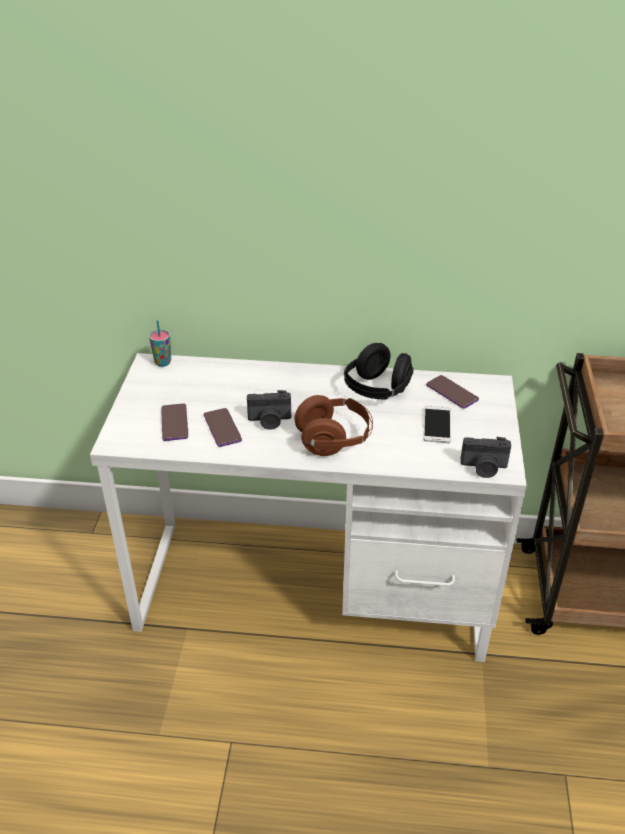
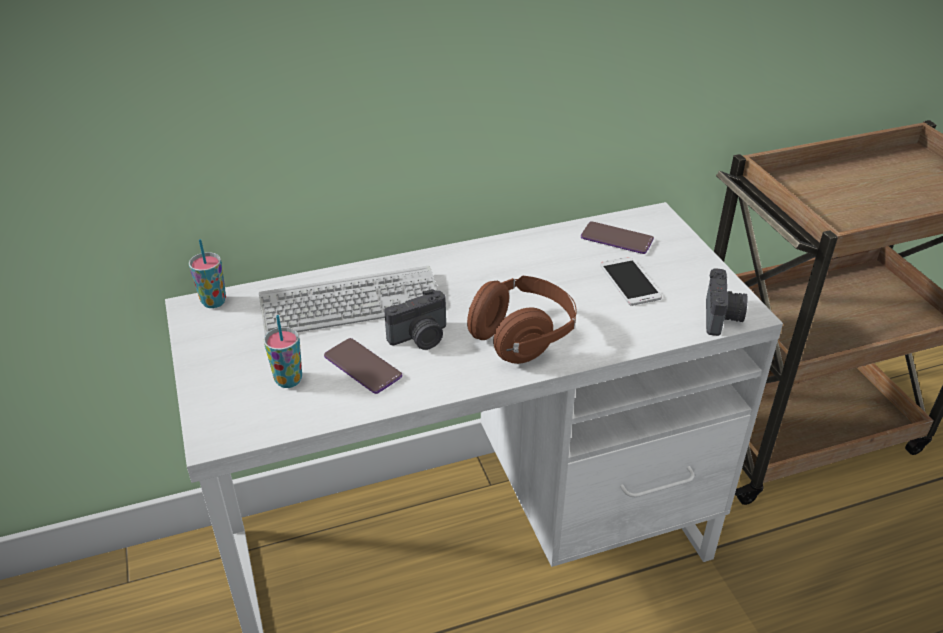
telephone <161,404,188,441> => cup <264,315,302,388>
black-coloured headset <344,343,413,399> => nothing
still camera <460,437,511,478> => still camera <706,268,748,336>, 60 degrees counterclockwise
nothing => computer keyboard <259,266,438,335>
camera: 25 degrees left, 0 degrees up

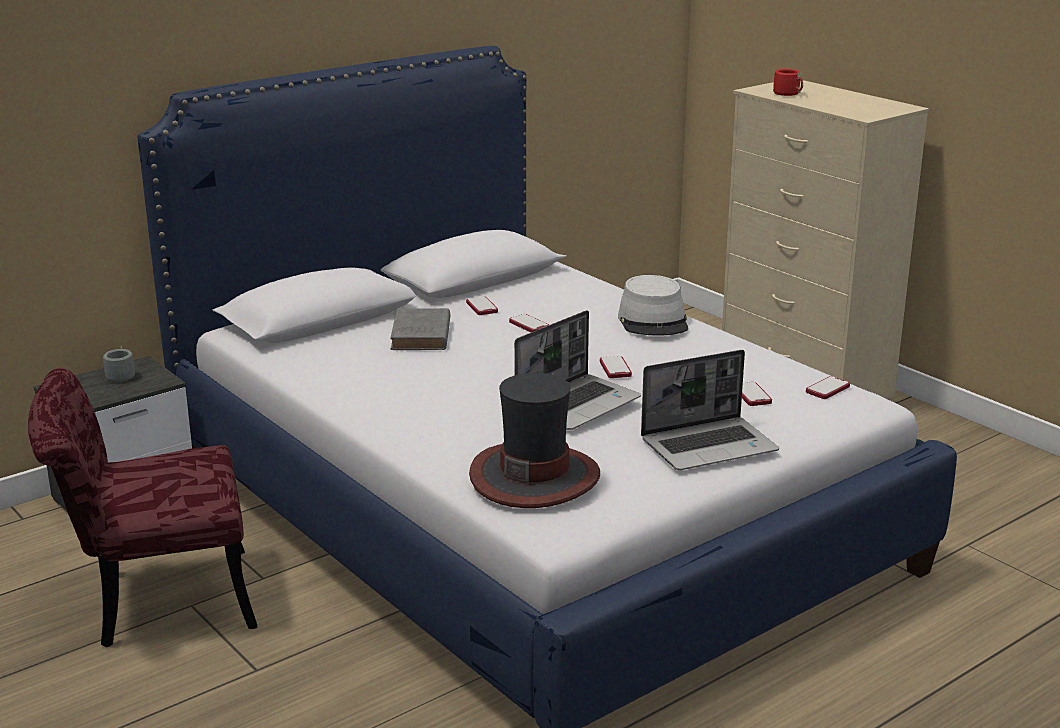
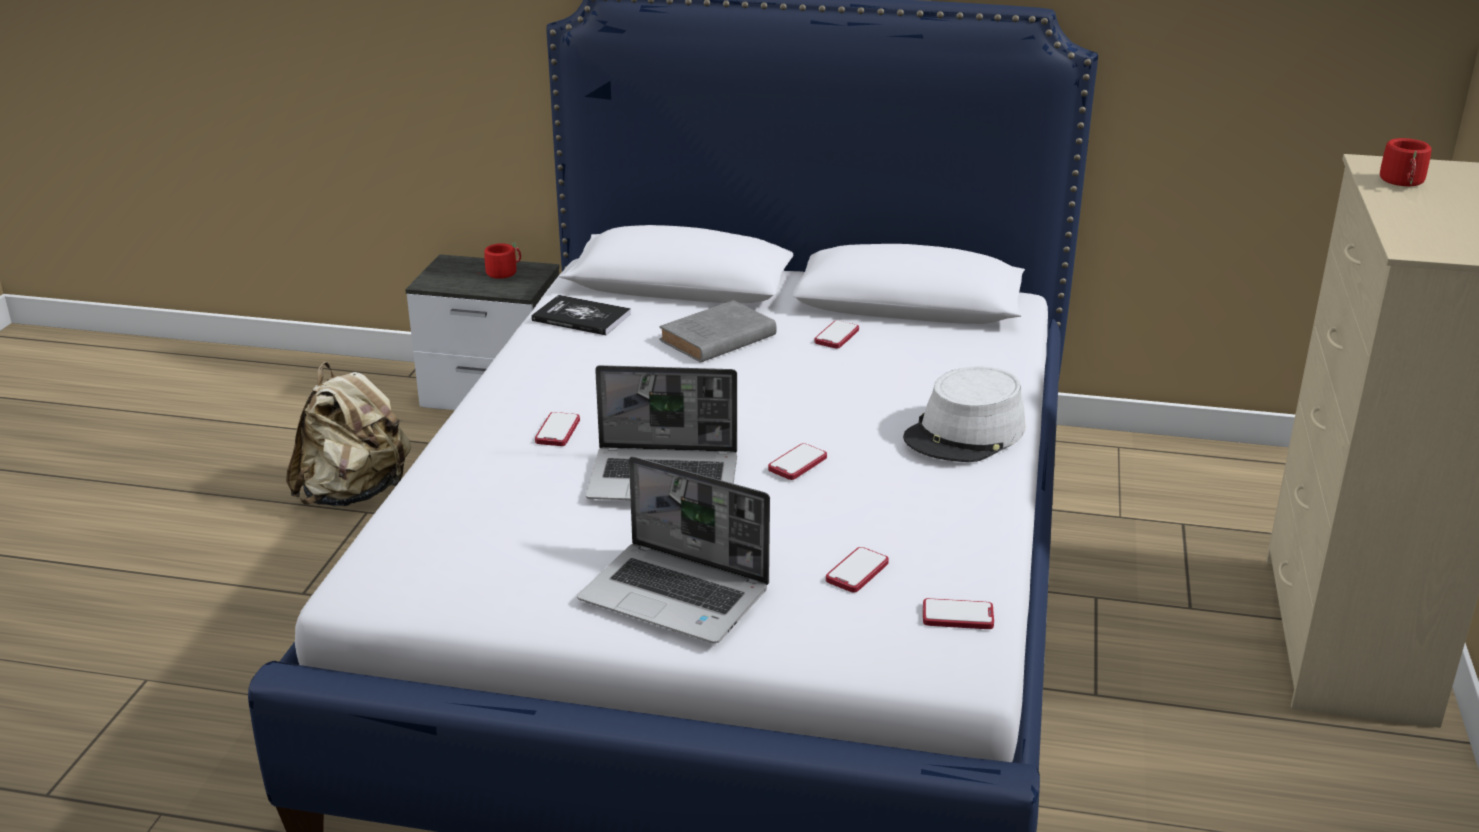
red upright chair <28,368,257,647> => beige knapsack <286,362,411,506>
greyish coffee mug <103,345,135,382> => red coffee mug <477,242,521,279>
wearable hat <469,373,600,508> => nothing
telephone <509,314,549,332> => telephone <535,412,580,446>, shifted
nothing => book <532,295,631,335>
camera: 50 degrees right, 5 degrees up

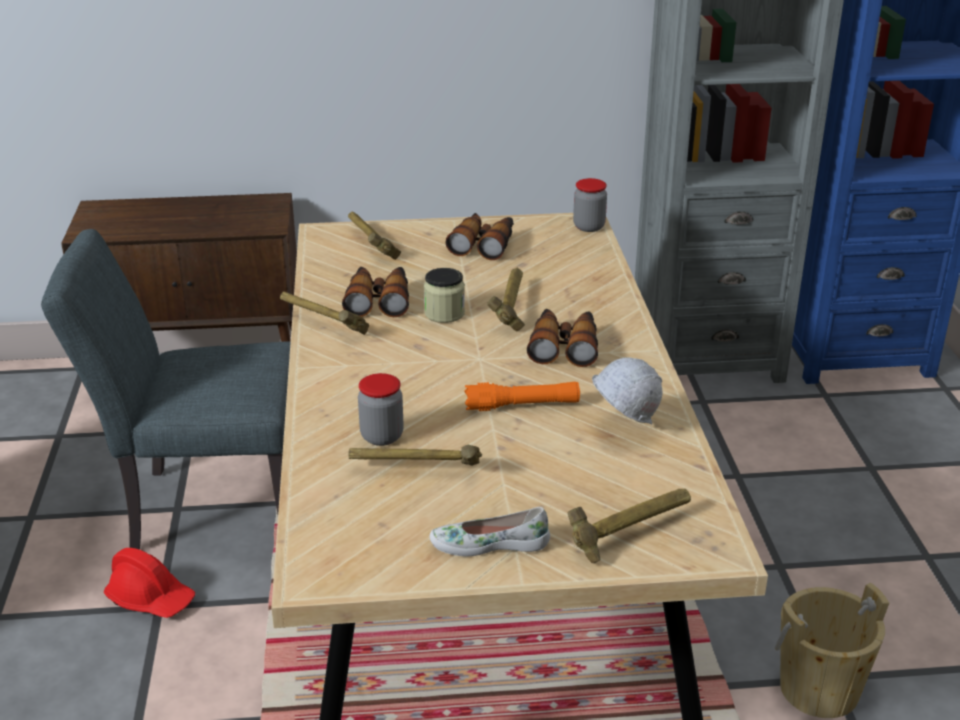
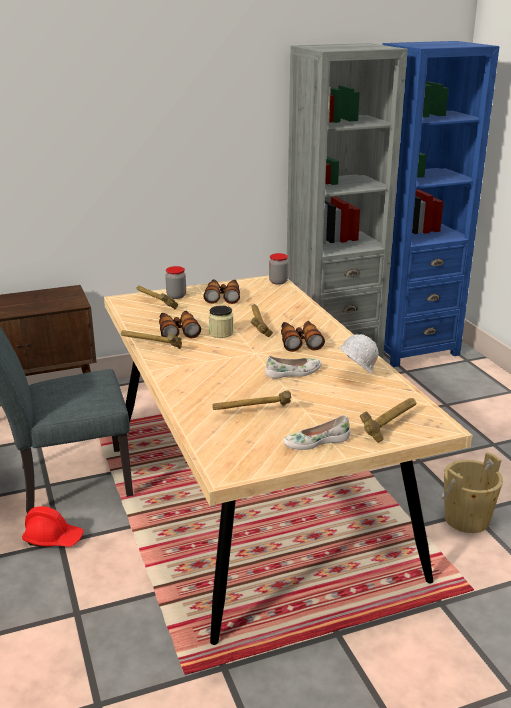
preserve jar <358,373,404,446> => preserve jar <165,266,186,299>, shifted
orange hand torch <465,382,580,411> => white low shoe <265,356,322,379>
camera: 15 degrees left, 5 degrees down

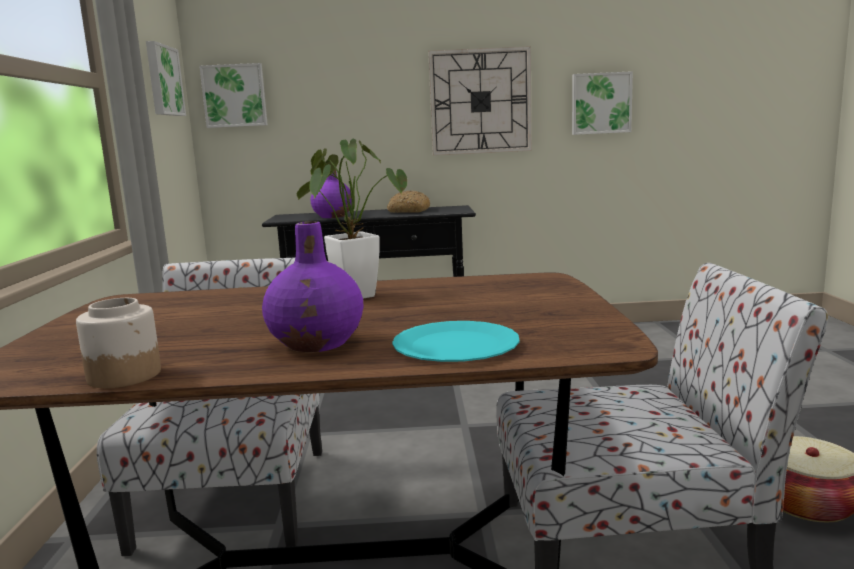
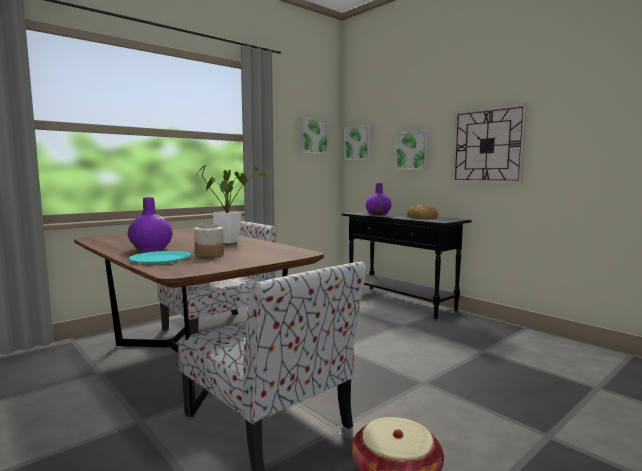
preserve jar <76,298,161,388> => preserve jar <194,223,224,257>, shifted
picture <572,71,633,135> => picture <395,131,429,170>, shifted
camera: 50 degrees right, 5 degrees down

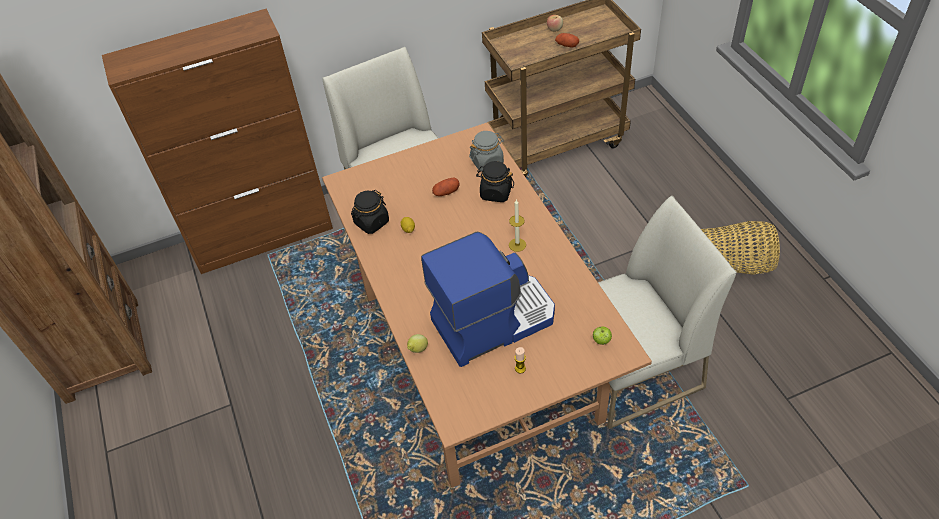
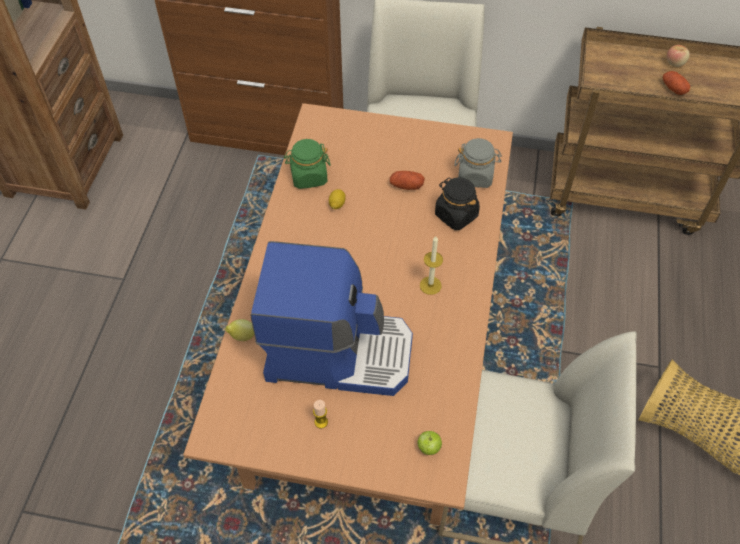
black-coloured preserve jar <351,190,389,234> => green preserve jar <284,139,331,189>
camera: 30 degrees right, 5 degrees up

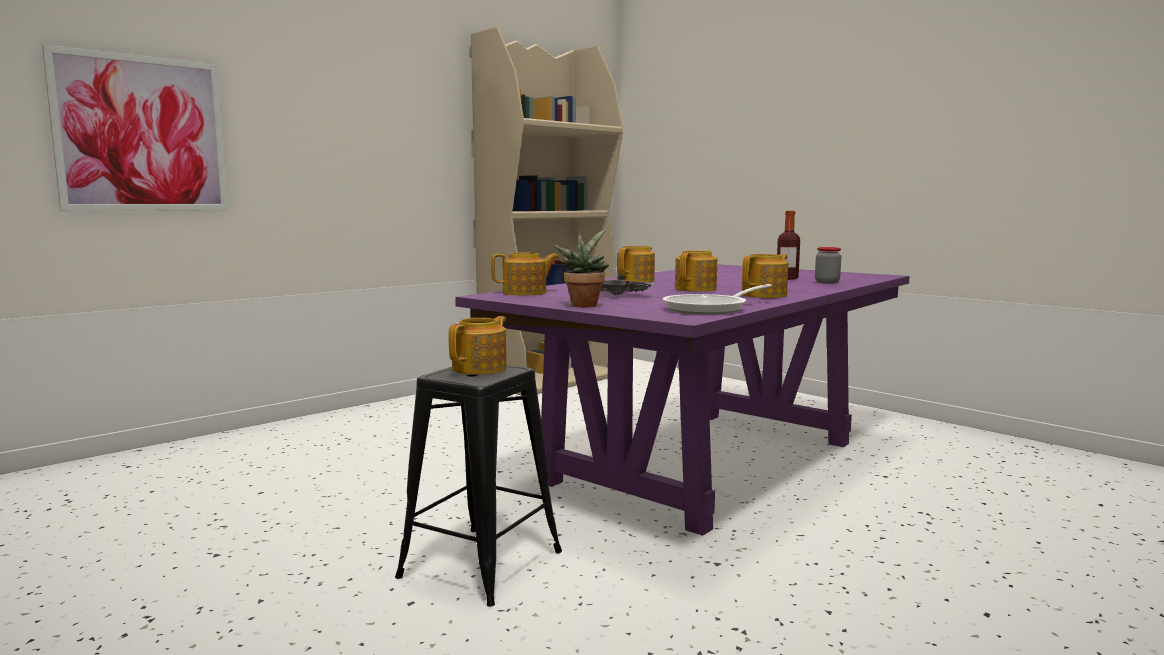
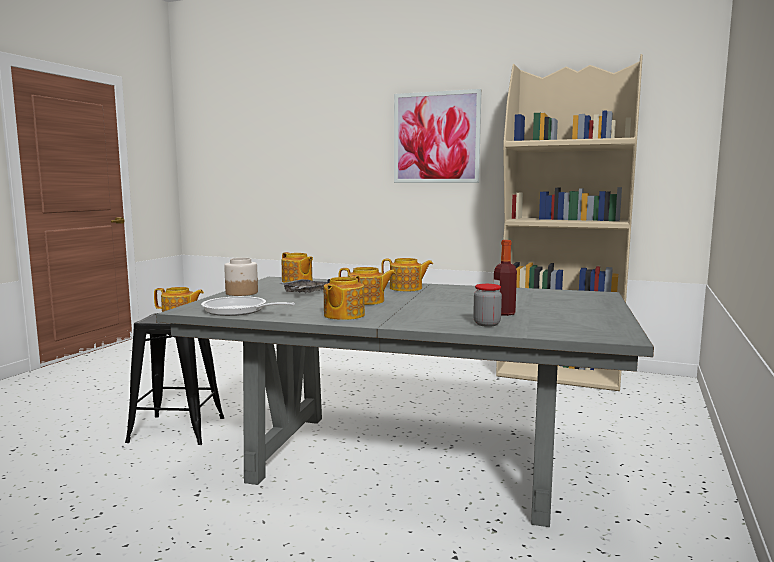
picture <42,45,228,211> => picture <394,89,481,183>, shifted
purplish dining table <455,265,910,536> => greyish dining table <156,277,654,527>
plant in a pot <553,229,609,307> => preserve jar <224,258,258,296>
tea pot <742,254,788,298> => tea pot <324,275,365,320>, 90 degrees clockwise
camera: 65 degrees right, 0 degrees up

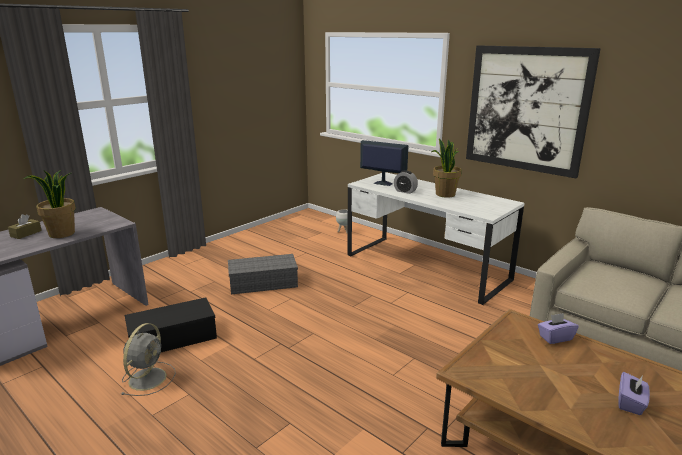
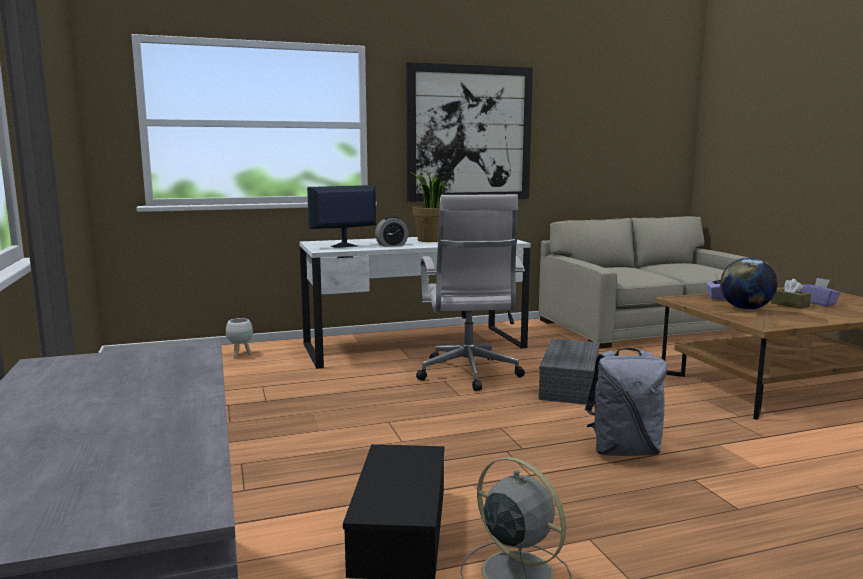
brown-coloured box of tissues <8,214,42,239> => brown-coloured box of tissues <771,279,811,309>, shifted
plant in a pot <24,170,76,238> => nothing
greyish storage box <228,254,298,295> => greyish storage box <539,339,600,405>, shifted
nothing => white desk chair <416,194,525,391>
nothing => greyish knapsack <585,348,667,456>
nothing => world globe <720,258,778,310>
camera: 60 degrees left, 10 degrees down

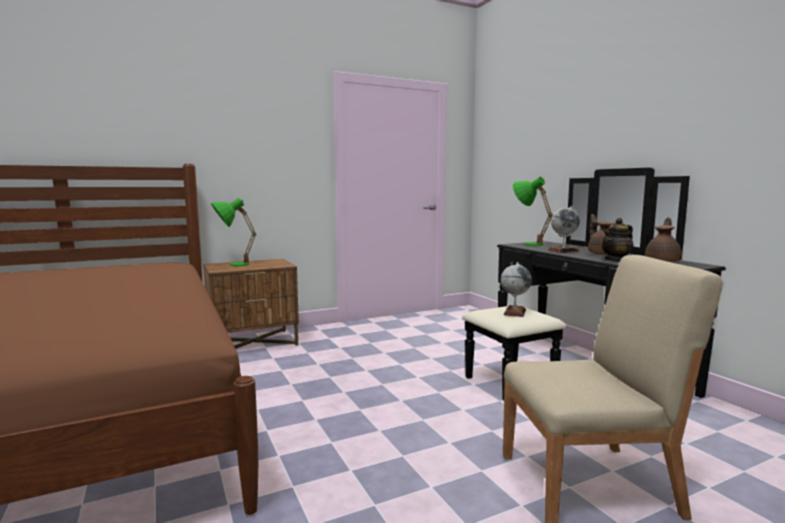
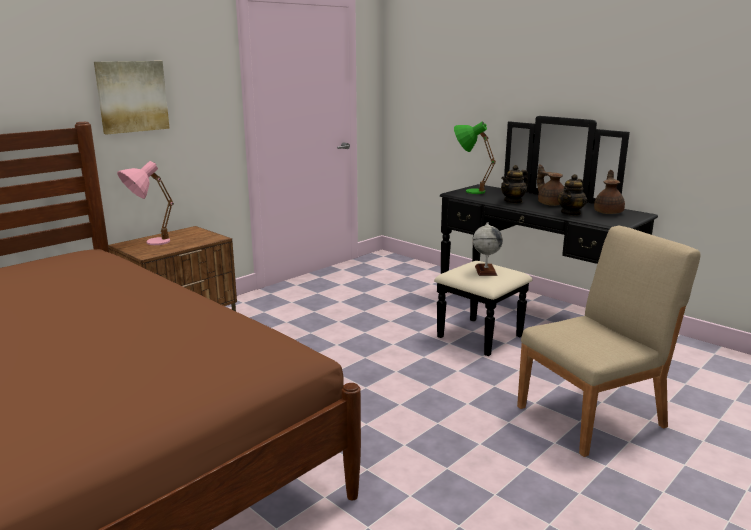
green table lamp <211,198,256,266> => pinkish table lamp <117,161,174,245>
world globe <548,206,580,253> => tea pot <501,165,528,204>
nothing => picture <94,61,170,135>
camera: 20 degrees left, 10 degrees up

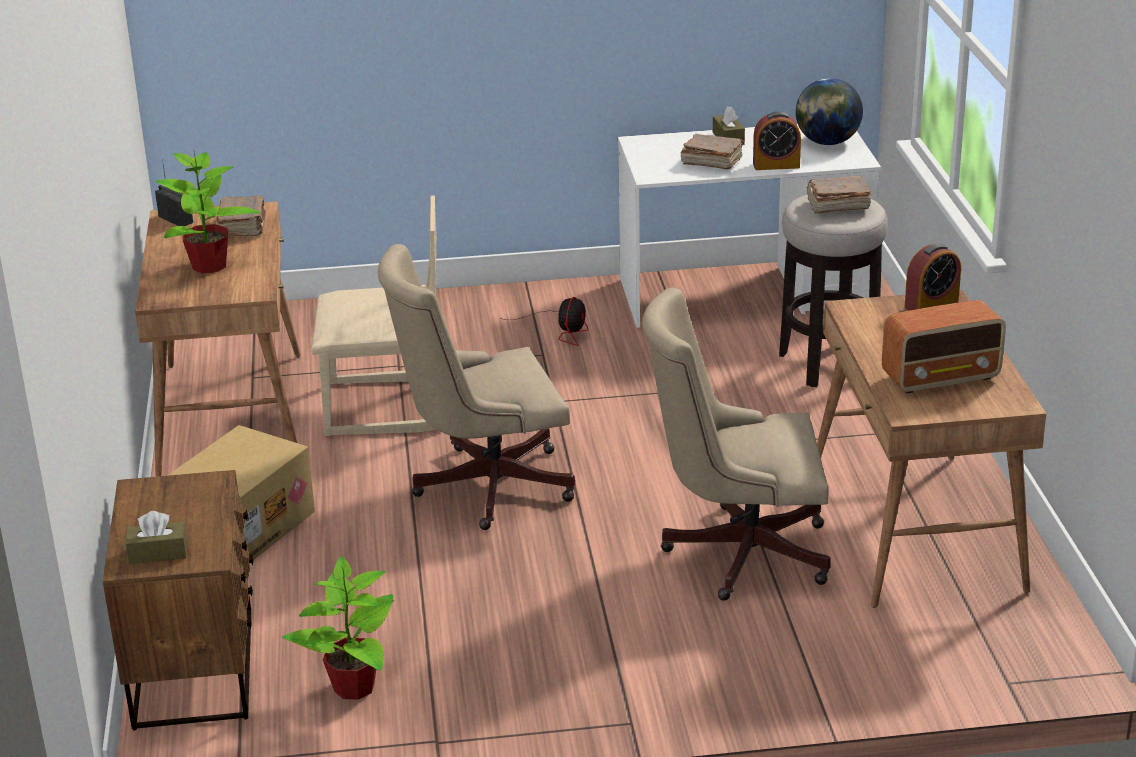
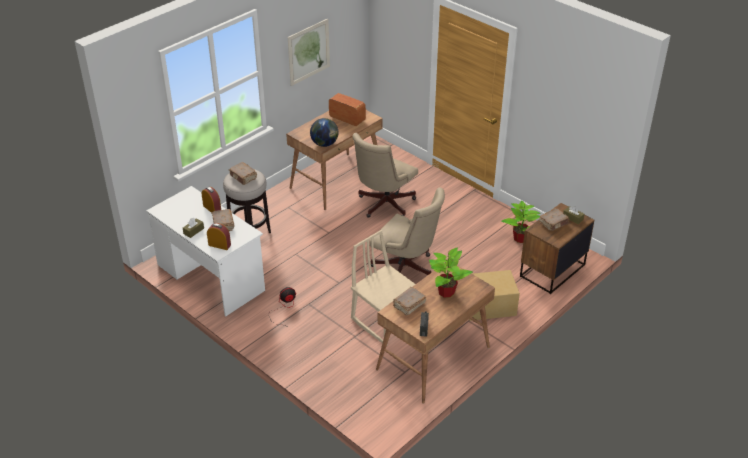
beige desk chair <642,287,831,601> => beige desk chair <352,133,418,218>, 75 degrees clockwise
world globe <796,78,863,145> => world globe <310,118,339,147>, shifted
alarm clock <905,243,961,311> => alarm clock <207,223,231,250>, shifted
nothing => picture <288,19,330,86>
nothing => brown-coloured book <539,208,569,231>
camera: 130 degrees left, 10 degrees up

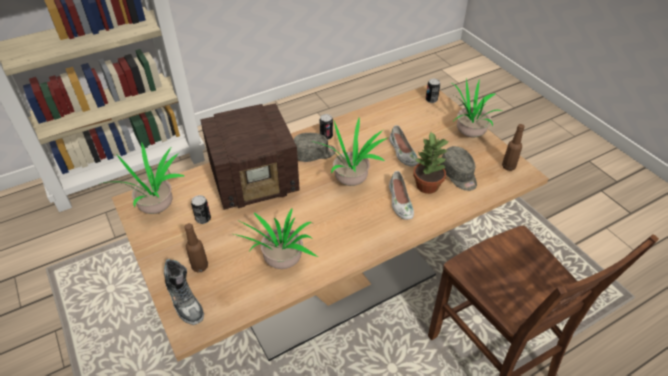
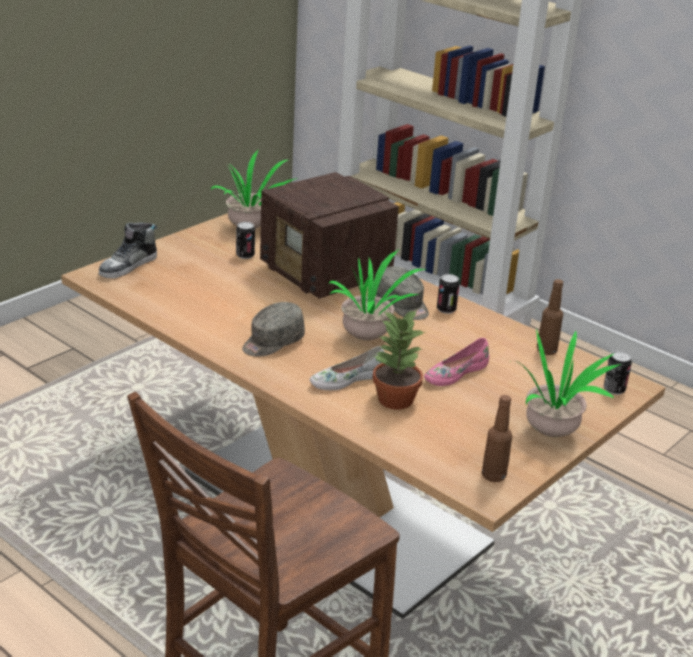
brown-coloured bottle <185,223,208,273> => brown-coloured bottle <537,279,563,355>, shifted
plant in a pot <234,208,318,269> => nothing
white low shoe <389,125,418,167> => pinkish low shoe <424,338,490,386>
greyish peaked cap <440,146,477,191> => greyish peaked cap <242,302,305,357>, shifted
camera: 70 degrees right, 15 degrees down

